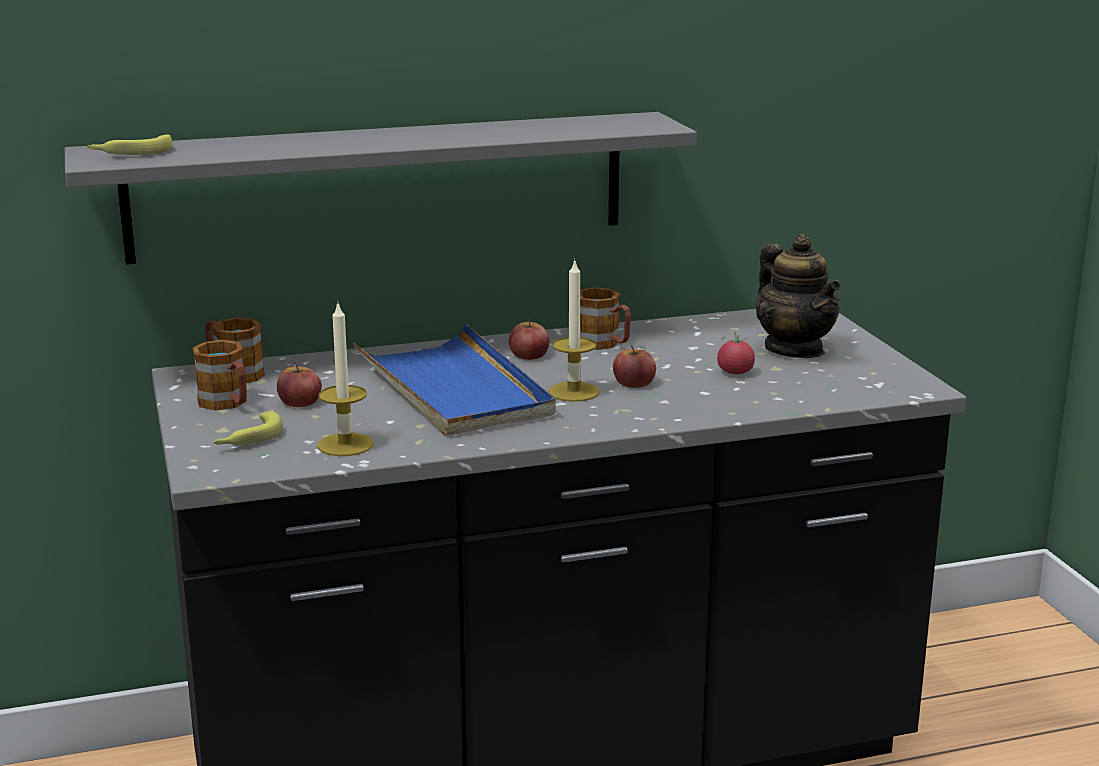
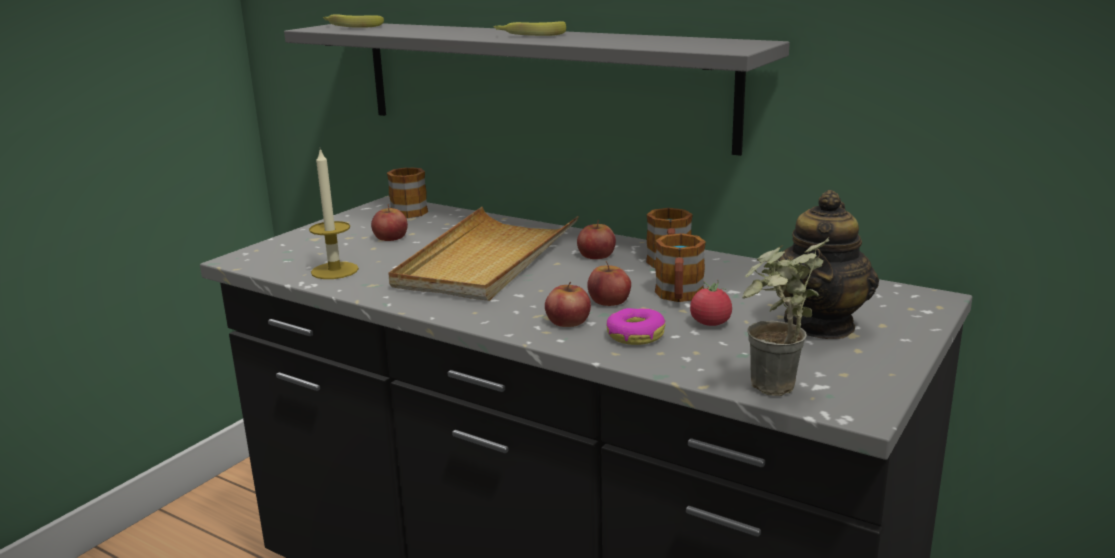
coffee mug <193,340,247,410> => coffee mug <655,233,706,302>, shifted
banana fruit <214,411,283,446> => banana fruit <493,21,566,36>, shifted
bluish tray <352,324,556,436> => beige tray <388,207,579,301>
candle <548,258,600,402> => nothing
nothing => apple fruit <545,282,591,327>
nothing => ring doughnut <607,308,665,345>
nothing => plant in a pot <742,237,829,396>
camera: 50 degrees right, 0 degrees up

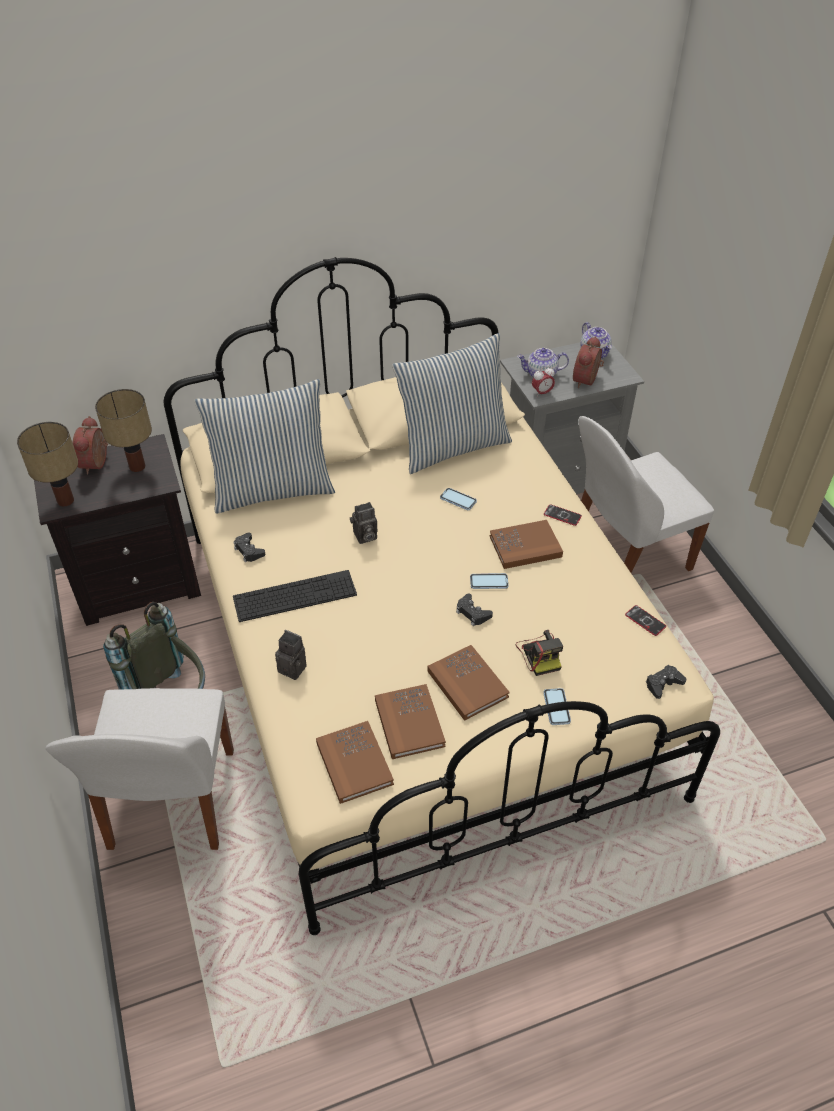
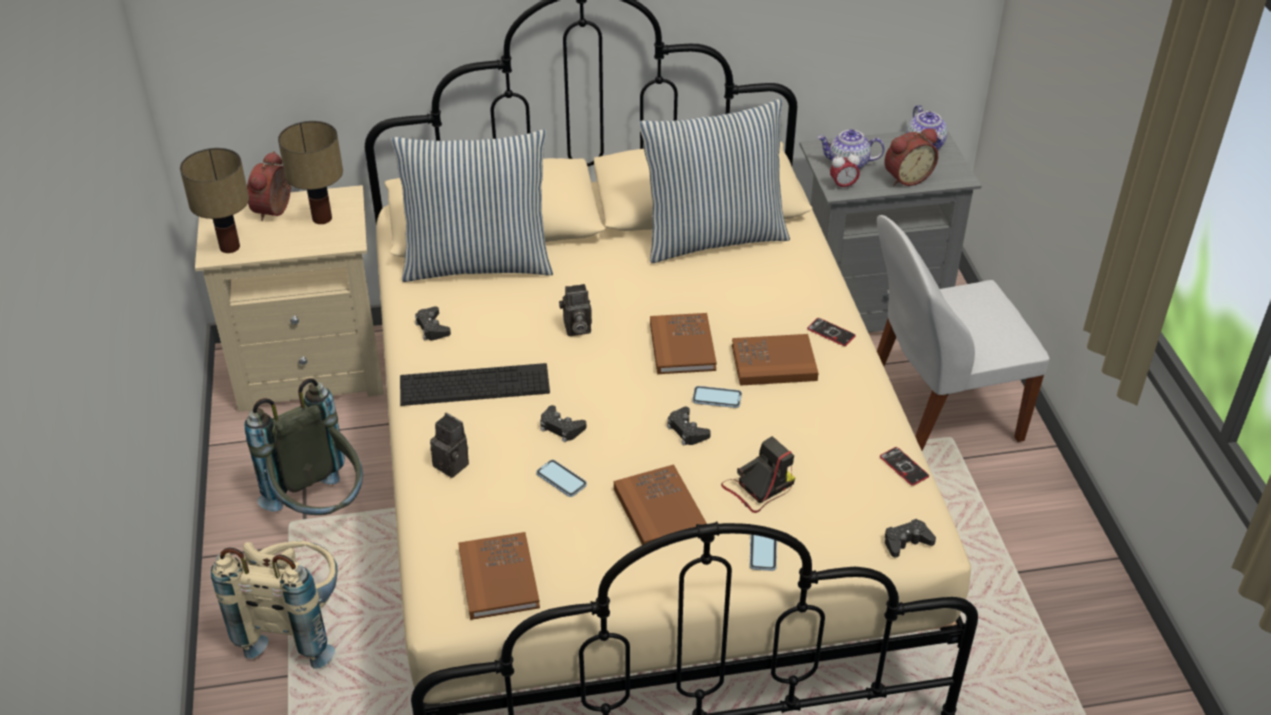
black-coloured night table <34,434,201,626> => beige night table <195,185,384,412>
white upright chair <46,688,234,850> => beige knapsack <211,541,337,669>
brown-coloured book <375,684,446,759> => brown-coloured book <650,313,717,374>, shifted
telephone <440,488,477,510> => telephone <536,460,587,497>, shifted
still camera <516,630,563,676> => still camera <721,436,795,513>, 120 degrees counterclockwise
alarm clock <573,336,604,388> => alarm clock <884,128,938,186>, 150 degrees counterclockwise
nothing => black-coloured game controller <540,405,586,443>
camera: 10 degrees right, 5 degrees down

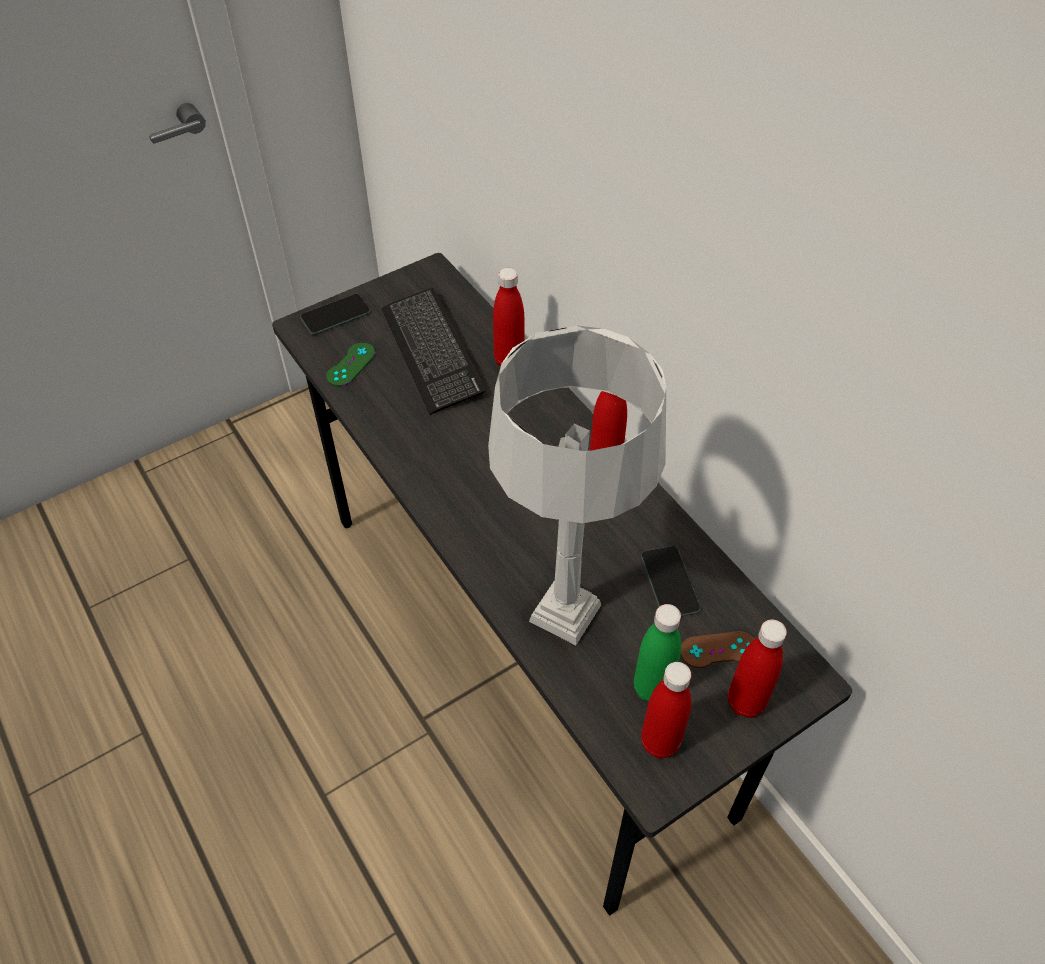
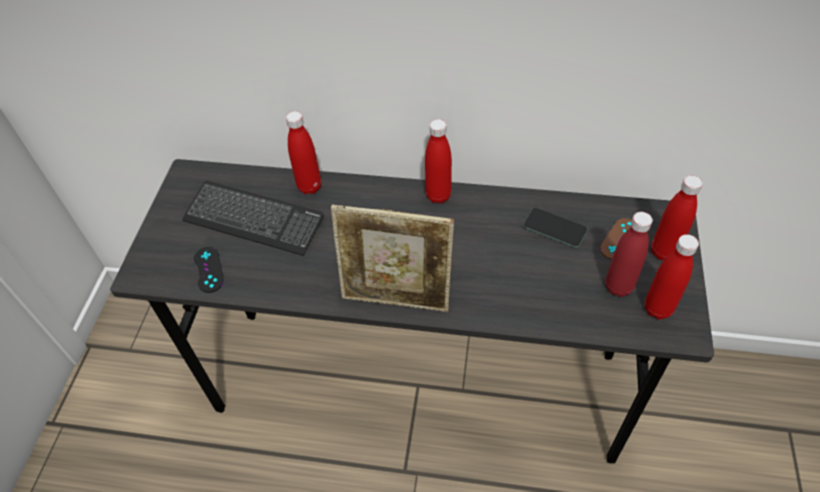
telephone <300,294,371,335> => nothing
green game controller <326,343,375,387> => black-coloured game controller <194,247,224,293>
greyish table lamp <488,325,666,645> => nothing
green bottle <634,604,681,702> => red bottle <605,212,653,297>
nothing => standing frame <331,205,454,312>
camera: 45 degrees left, 0 degrees up

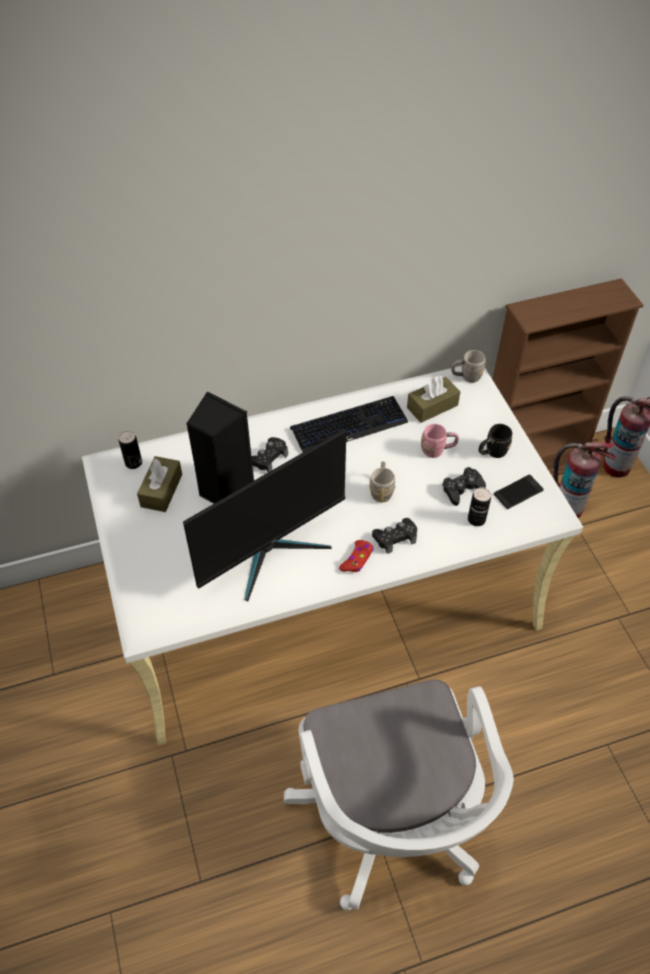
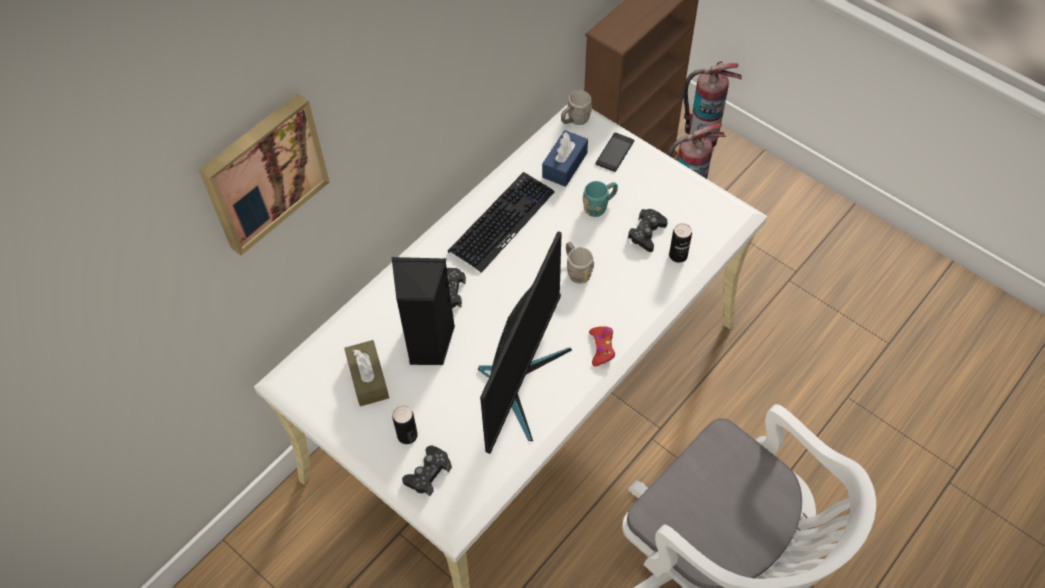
can <119,431,142,469> => can <392,405,418,444>, shifted
black-coloured game controller <372,518,417,554> => black-coloured game controller <402,446,452,496>, shifted
brown-coloured box of tissues <407,376,460,423> => bluish box of tissues <542,130,588,187>
pinkish coffee mug <421,424,459,458> => blue-green coffee mug <583,181,618,217>
black-coloured coffee mug <479,424,512,458> => nothing
telephone <494,475,544,509> => telephone <596,133,634,172>, shifted
nothing => picture <199,93,330,256>
camera: 30 degrees left, 5 degrees up

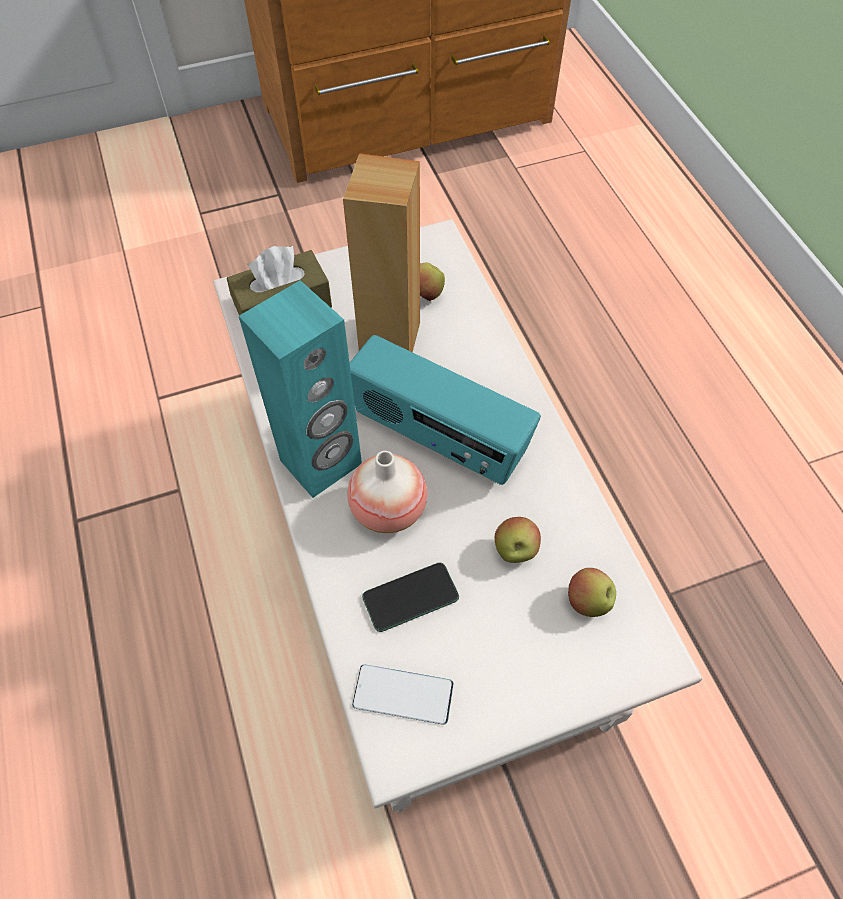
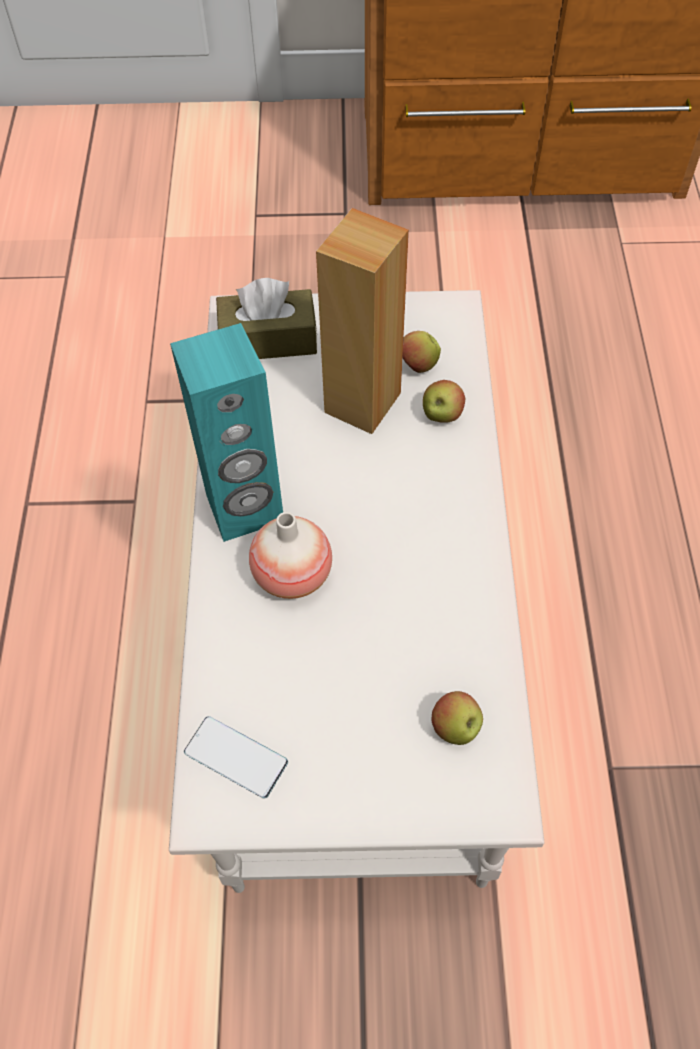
radio <350,335,541,485> => nothing
telephone <362,563,459,632> => nothing
apple fruit <495,517,541,563> => apple fruit <423,380,465,423>, shifted
camera: 20 degrees right, 0 degrees up

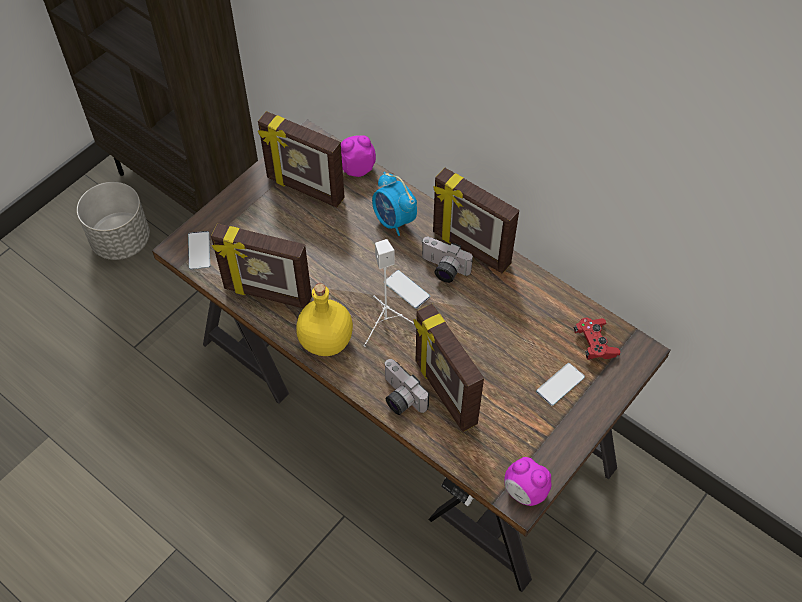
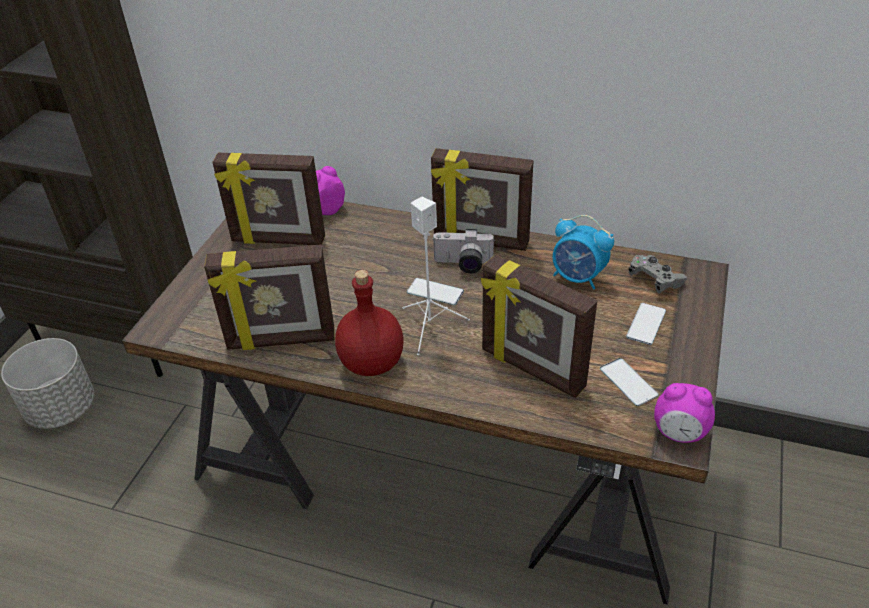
telephone <188,231,210,270> => telephone <600,358,659,406>, shifted
yellowish bottle <296,283,353,356> => red bottle <335,270,403,376>
alarm clock <372,172,417,236> => alarm clock <553,215,614,290>, shifted
still camera <384,359,429,415> => nothing
red game controller <574,318,620,360> => greyish game controller <628,255,687,294>
camera: 20 degrees left, 15 degrees down

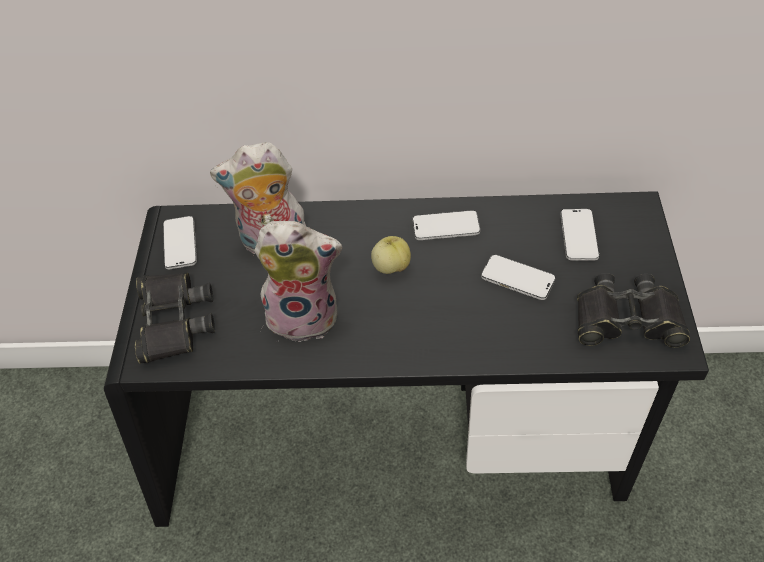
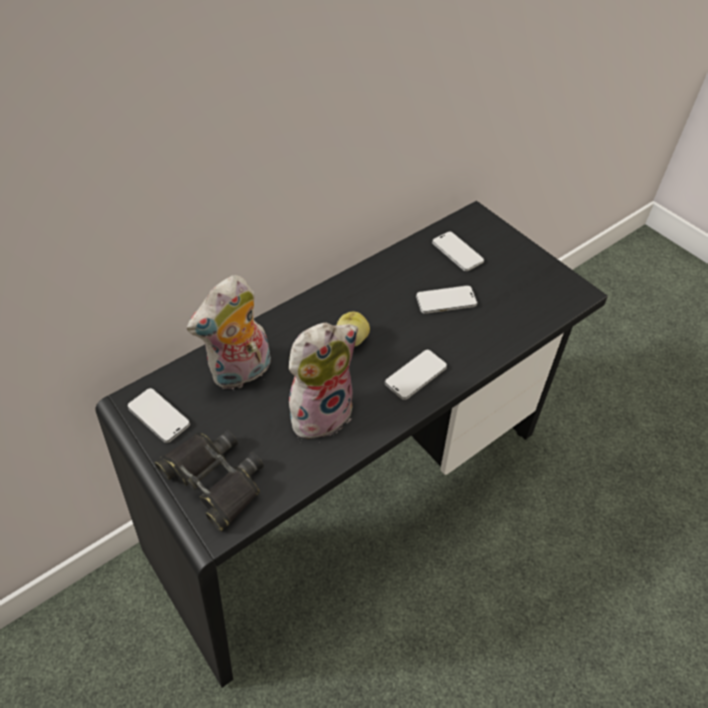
telephone <412,210,480,240> => telephone <385,349,447,400>, shifted
black-coloured pair of binoculars <577,273,690,347> => nothing
camera: 40 degrees left, 0 degrees up

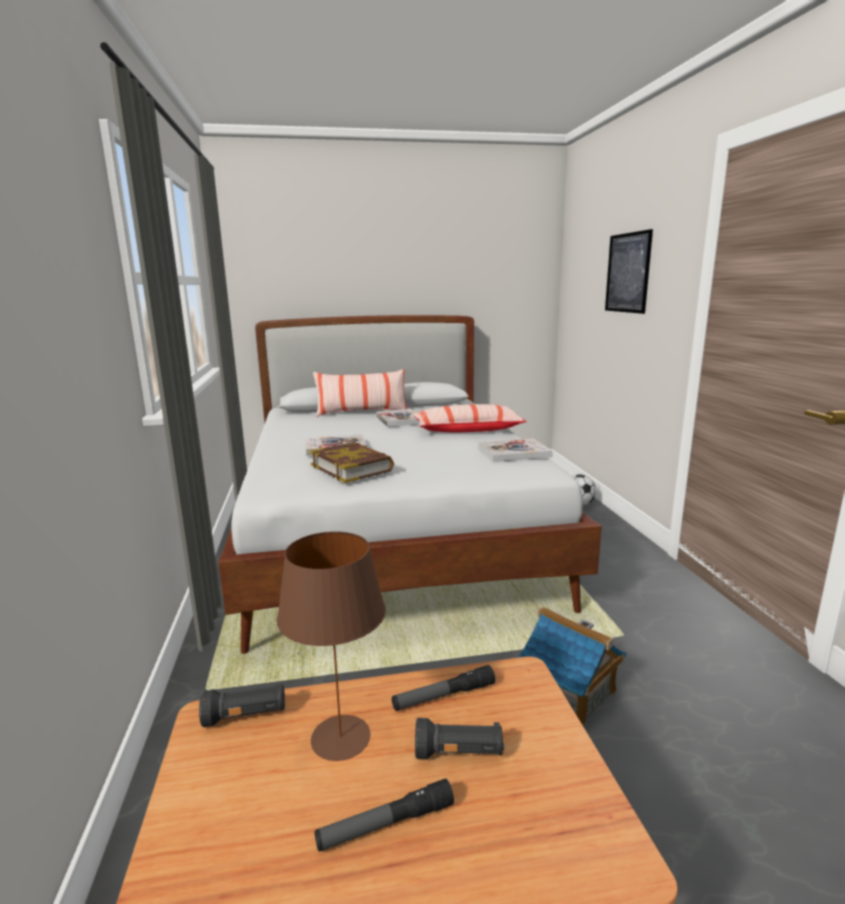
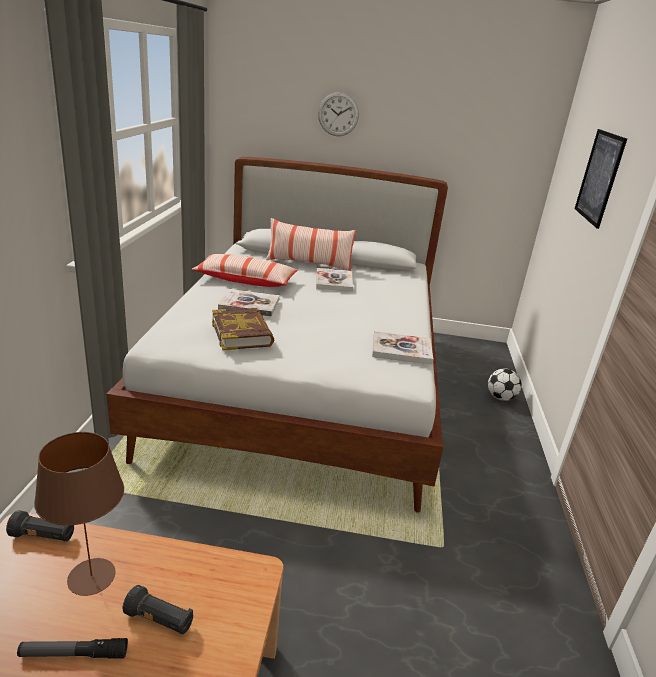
hand torch <392,665,495,711> => nothing
cushion <413,404,526,433> => cushion <191,254,298,287>, shifted
miniature house <518,606,626,725> => nothing
nothing => wall clock <318,92,359,136>
camera: 15 degrees right, 10 degrees up

